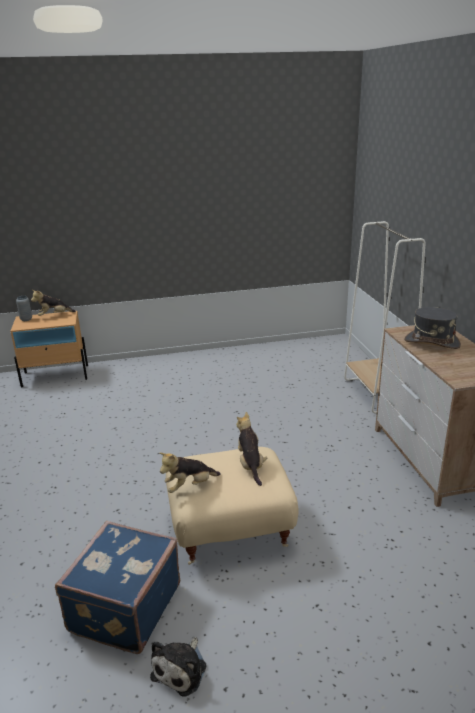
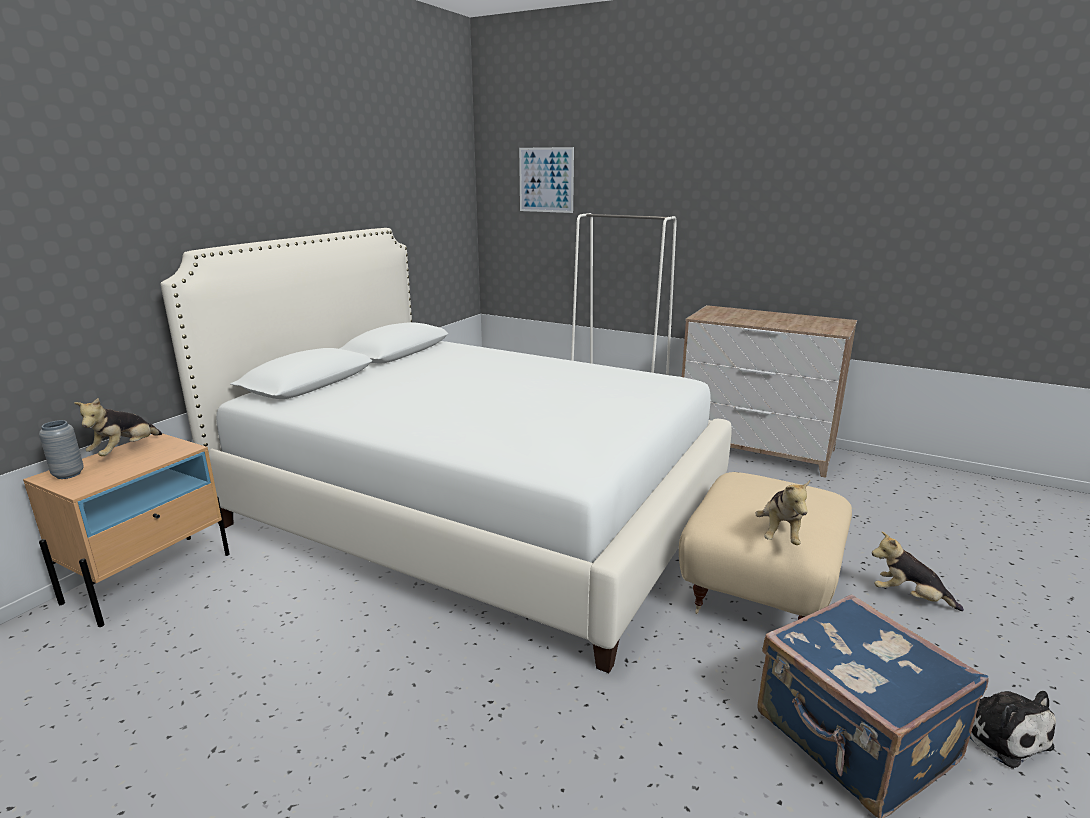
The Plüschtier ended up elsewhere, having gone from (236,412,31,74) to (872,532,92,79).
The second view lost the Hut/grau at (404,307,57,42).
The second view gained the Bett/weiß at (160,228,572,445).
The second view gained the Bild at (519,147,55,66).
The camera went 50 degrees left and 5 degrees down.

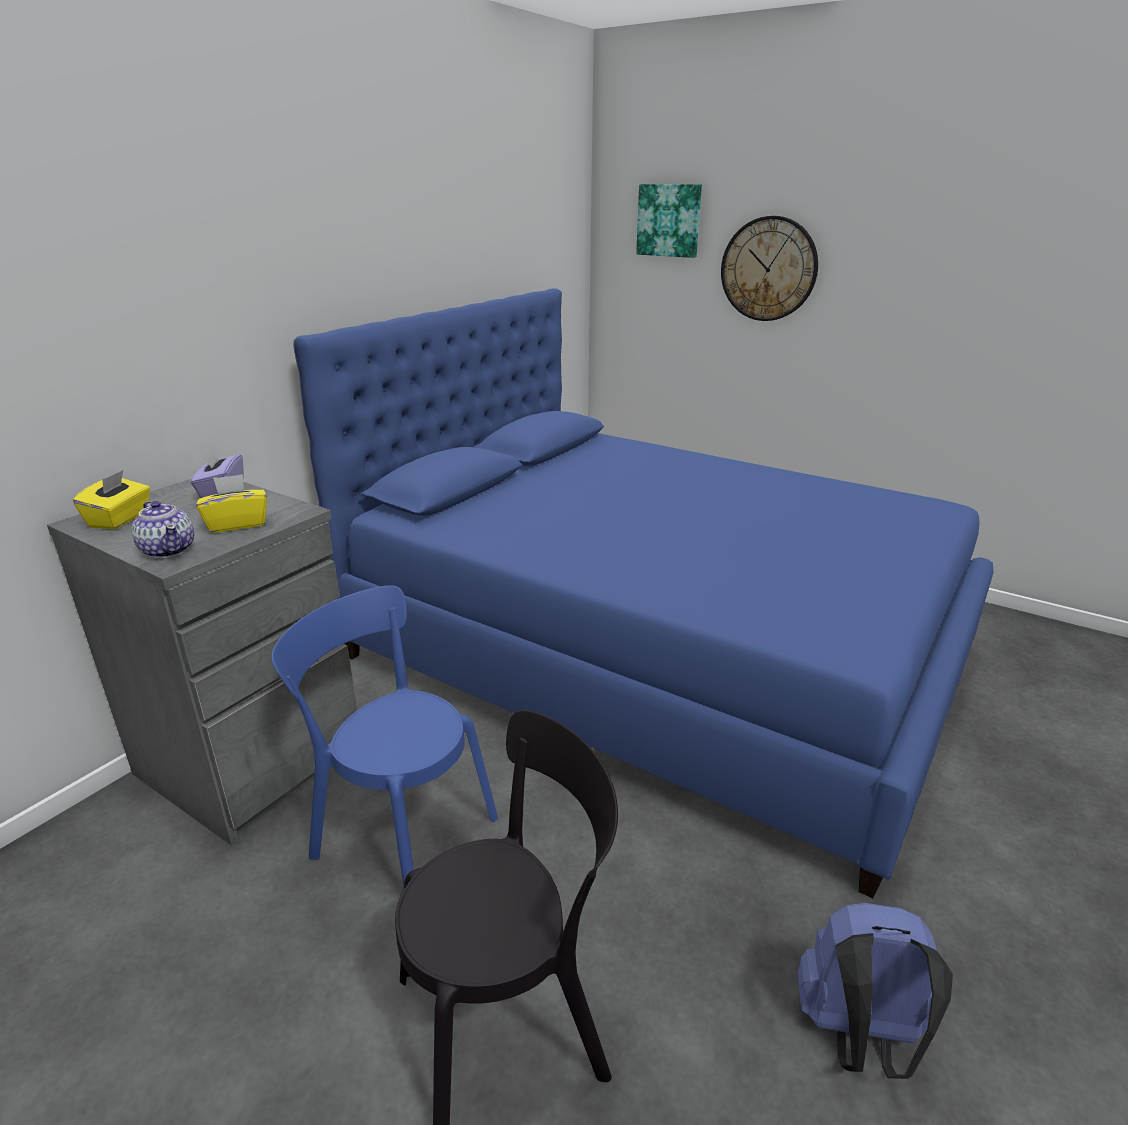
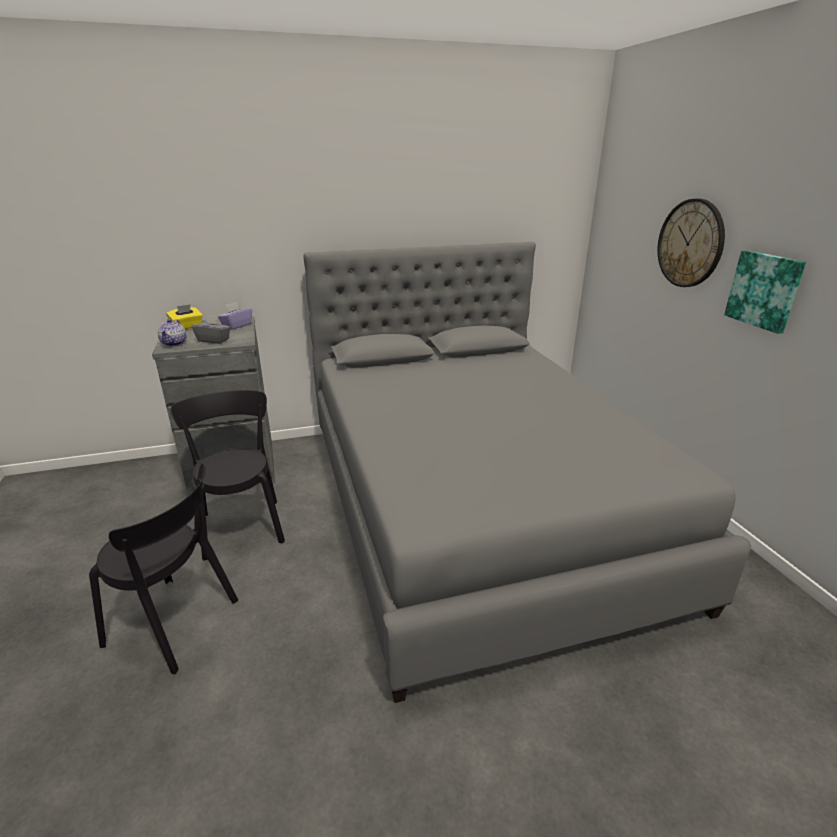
What was the Taschentuchbox/gelb at (196,474,71,59) turned into the Taschentuchbox/grau at (192,315,39,29).
What was the Stuhl/blau at (271,585,227,302) turned into the Stuhl/schwarz at (171,390,114,170).
What was the Bett/blau at (293,288,700,610) turned into the Bett/grau at (304,242,448,461).
The Bild ended up elsewhere, having gone from (636,184,66,74) to (724,250,82,84).
The second view lost the Rucksack/blau at (797,903,156,176).
The camera went 40 degrees right and 0 degrees up.

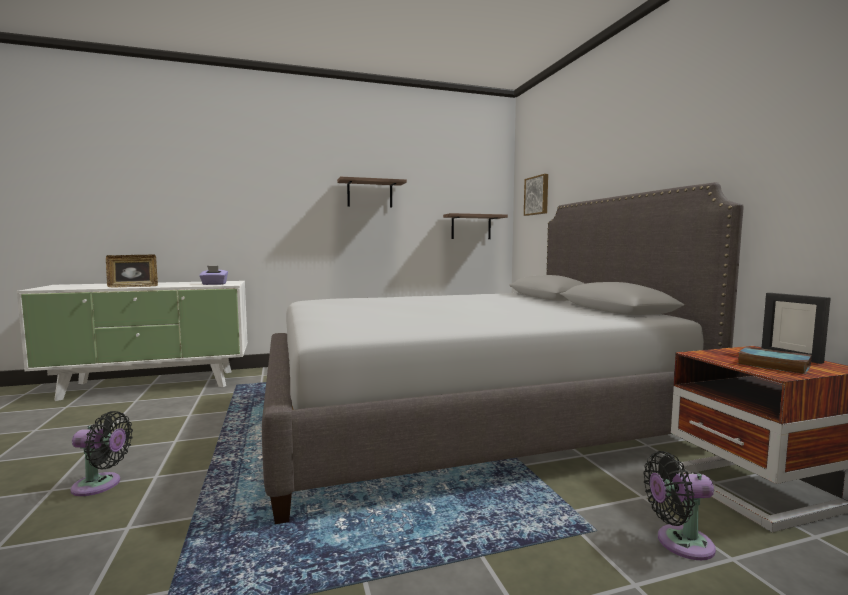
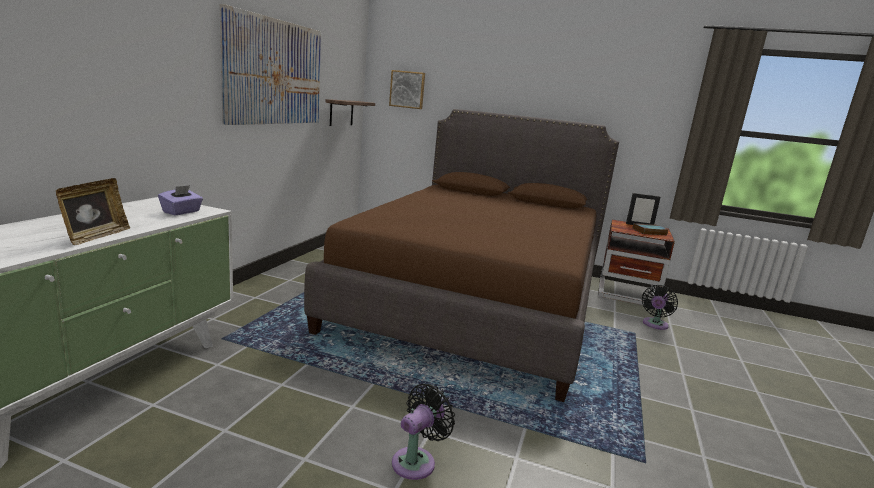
What was the Bett/grau at (262,182,482,342) turned into the Bett/braun at (304,109,315,293).
Where the Wandregal hung at (337,177,70,31), the Bild came to hang at (220,4,101,121).
The camera went 55 degrees left and 10 degrees up.

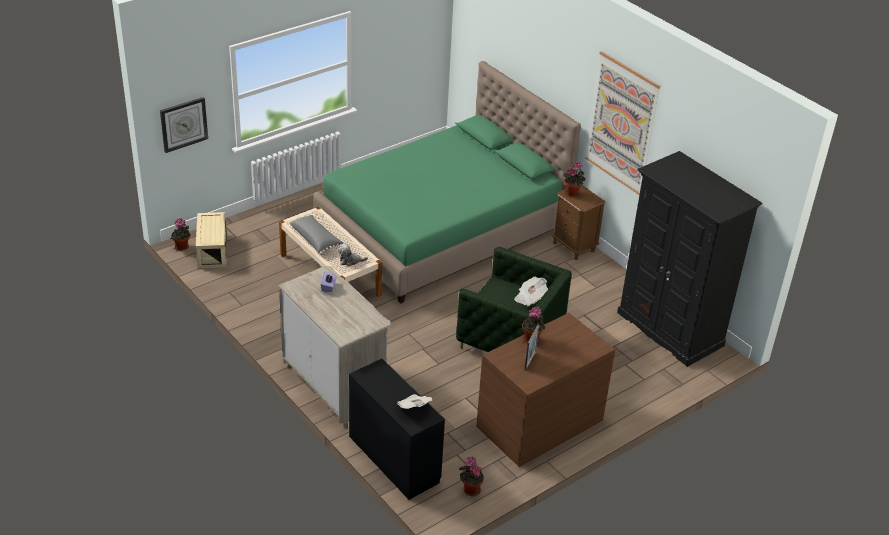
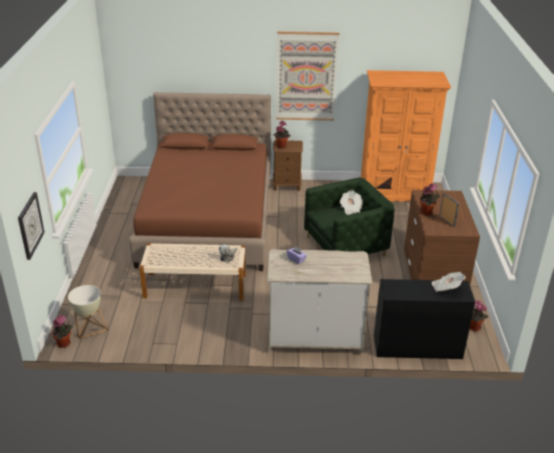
Where the Aufbewahrungsbox/beige stood at (196,212,31,56), the Pflanzkübel came to stand at (68,285,40,54).
The second view lost the Kissen/grau at (289,215,54,39).
What was the Bett/grün at (313,61,268,242) turned into the Bett/braun at (129,92,142,179).
What was the Kleiderschrank/schwarz at (617,151,146,216) turned into the Kleiderschrank/orange at (361,70,90,132).
The camera went 50 degrees left and 5 degrees down.

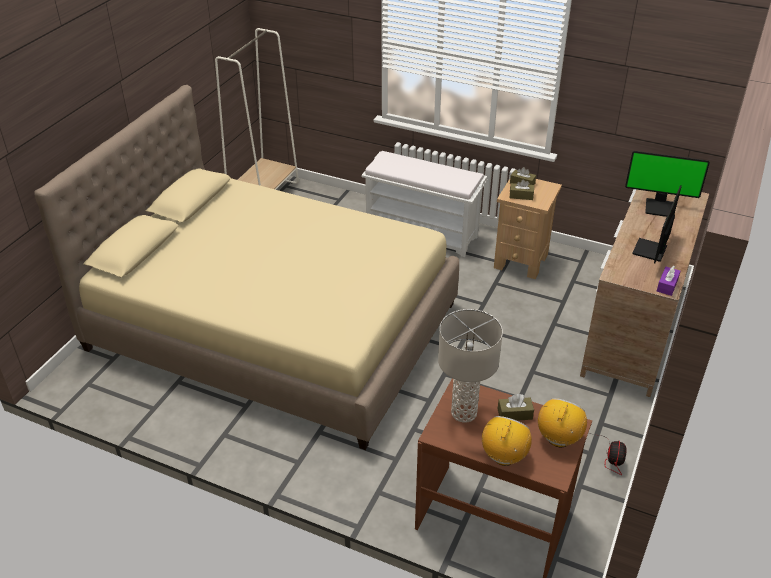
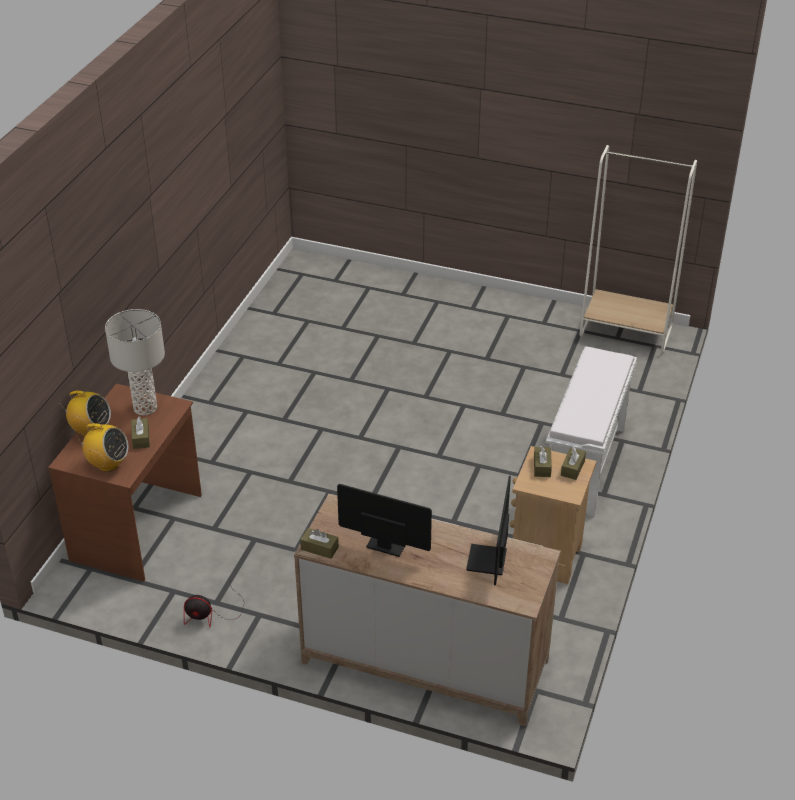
The second view lost the Bett/beige at (34,85,425,365).
What was the Taschentuchbox/lila at (657,266,23,30) turned into the Taschentuchbox/braun at (300,528,39,31).
The camera went 85 degrees right and 0 degrees up.

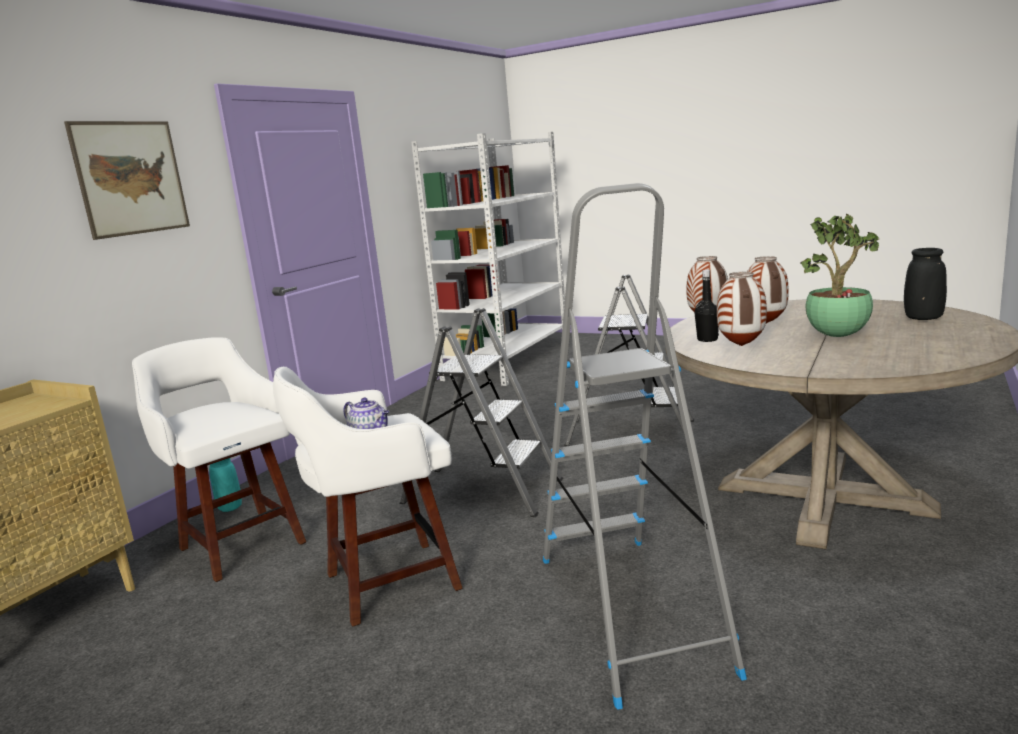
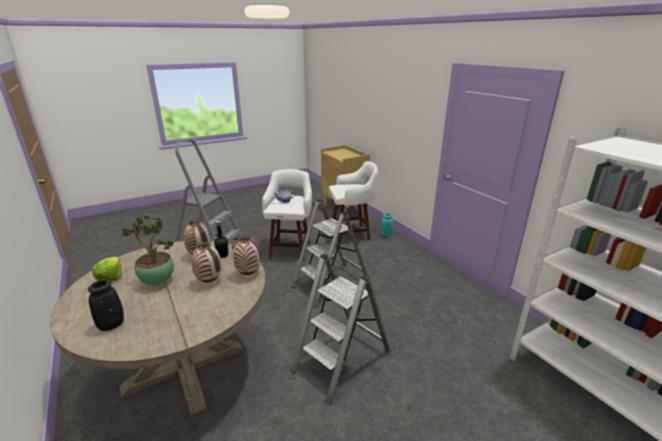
The second view lost the Bild at (64,121,126,119).
The second view gained the Salatkopf at (92,257,30,24).
The camera went 120 degrees right and 10 degrees up.

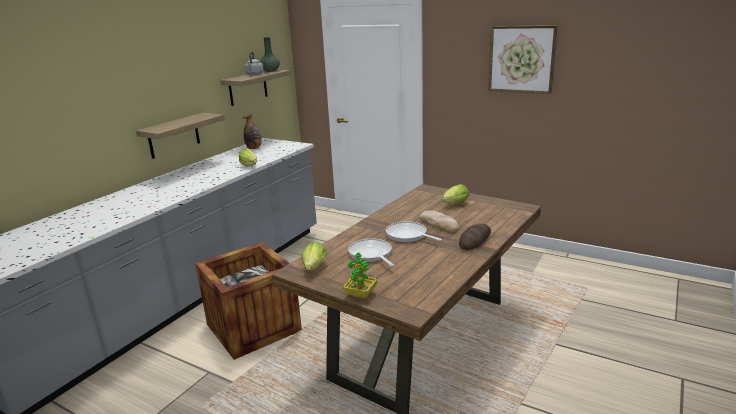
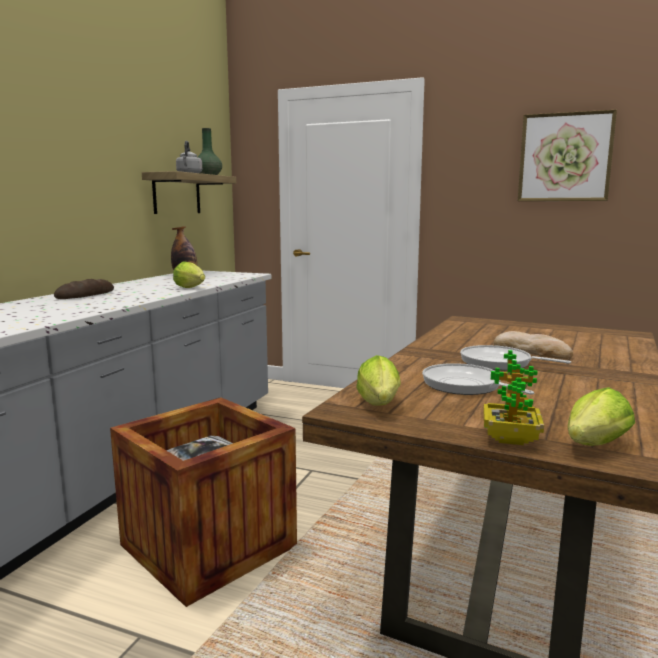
The second view lost the Wandregal at (136,113,89,46).
The Salatkopf ended up elsewhere, having gone from (441,184,28,20) to (568,387,67,59).
The Brot ended up elsewhere, having gone from (459,224,32,26) to (54,279,60,20).
The camera went 10 degrees left and 10 degrees down.

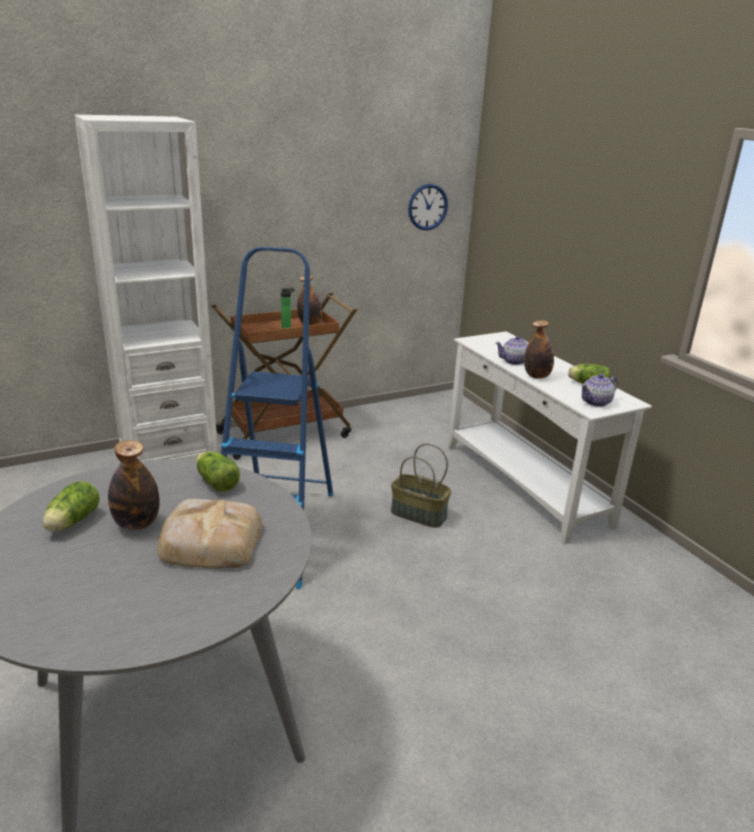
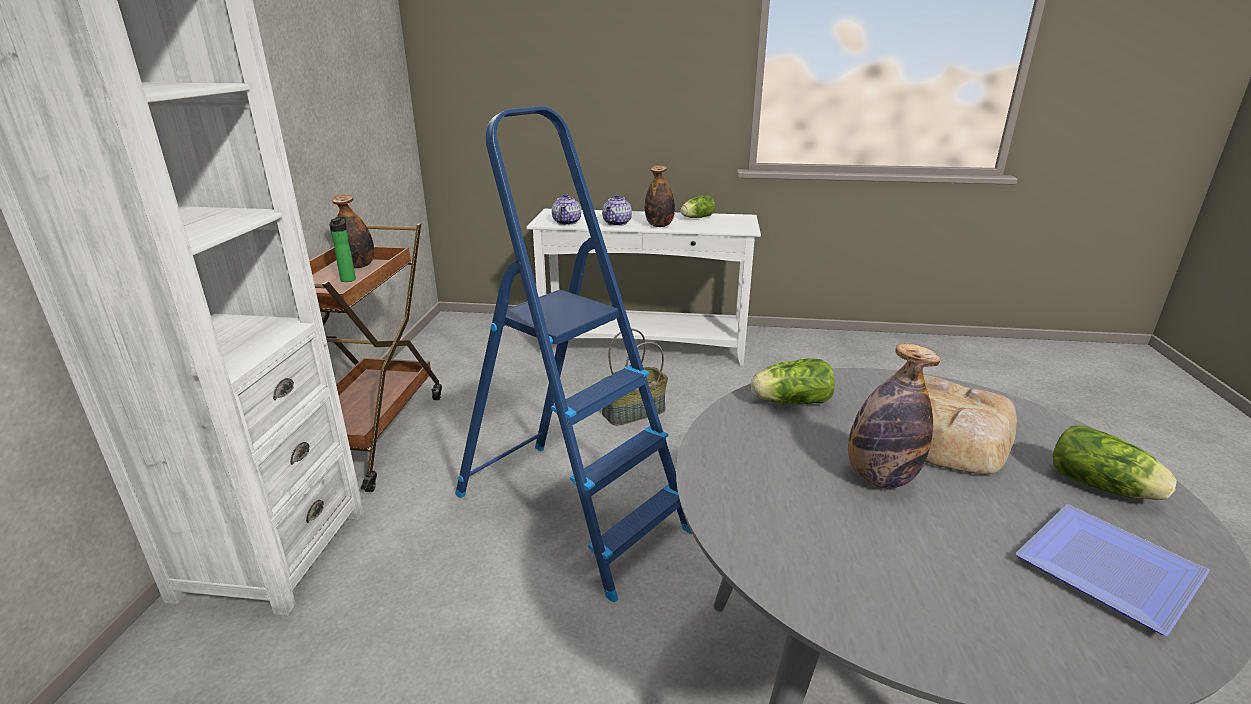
The Salatkopf ended up elsewhere, having gone from (43,481,57,51) to (1053,425,124,75).
The second view lost the Wanduhr at (408,184,40,47).
The Teekanne ended up elsewhere, having gone from (581,374,37,33) to (552,194,29,31).
The second view gained the Teller at (1015,504,195,132).
The camera went 55 degrees left and 0 degrees up.

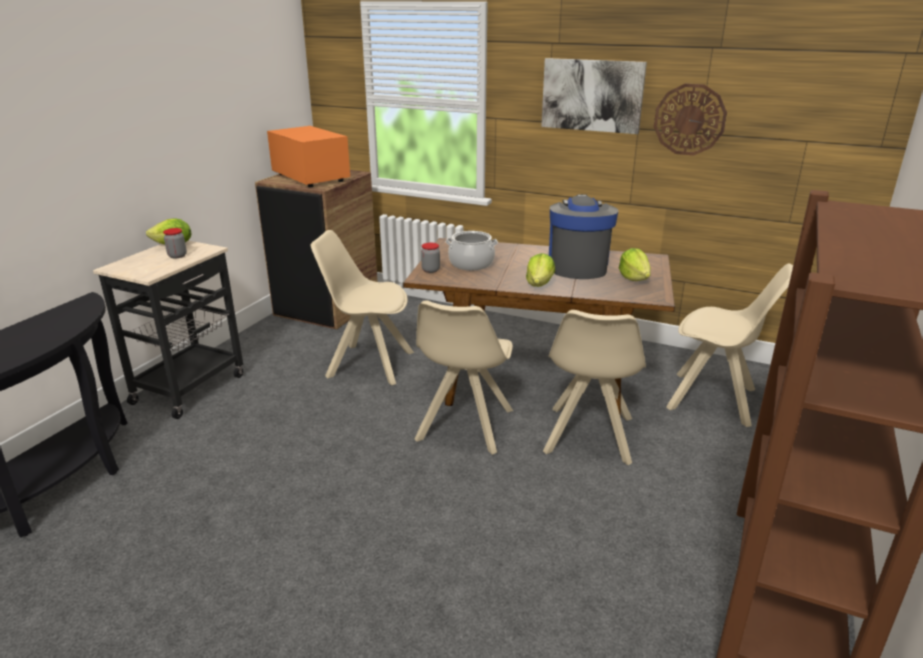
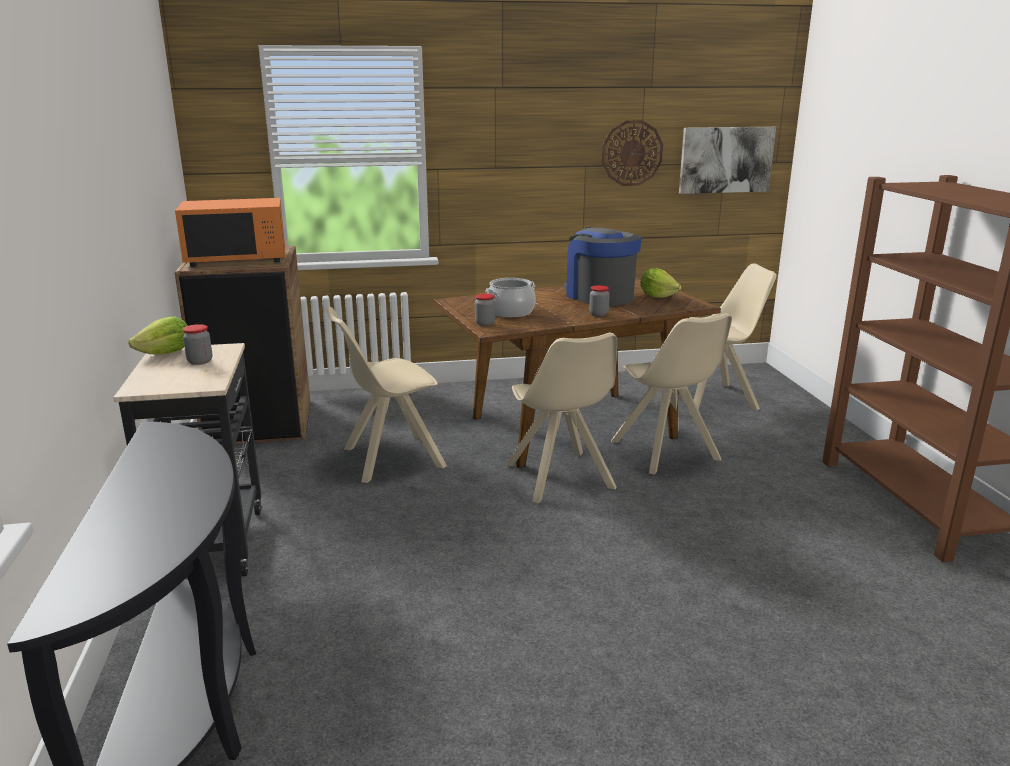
The Mikrowelle/orange at (267,126,83,61) ended up facing another way, 150 degrees clockwise from before.
Where the Salatkopf stood at (526,253,29,34), the Vorratsglas came to stand at (589,285,21,32).
The Bild ended up elsewhere, having gone from (541,58,106,76) to (679,127,97,67).
The camera went 35 degrees left and 5 degrees down.

